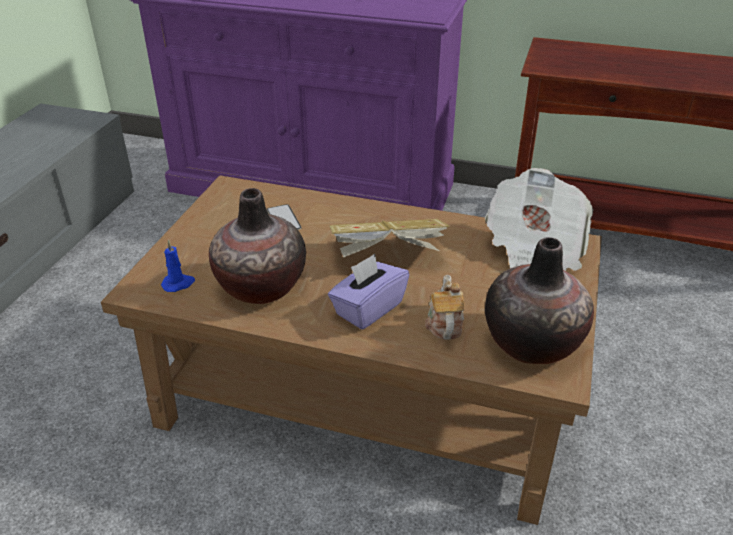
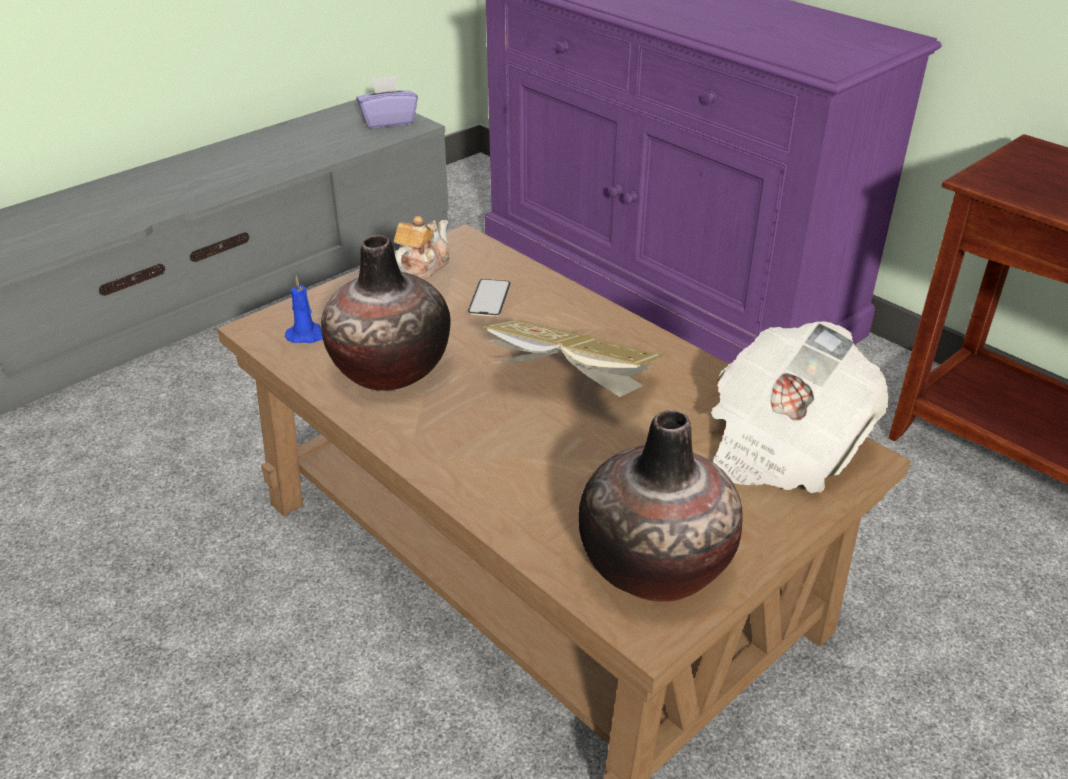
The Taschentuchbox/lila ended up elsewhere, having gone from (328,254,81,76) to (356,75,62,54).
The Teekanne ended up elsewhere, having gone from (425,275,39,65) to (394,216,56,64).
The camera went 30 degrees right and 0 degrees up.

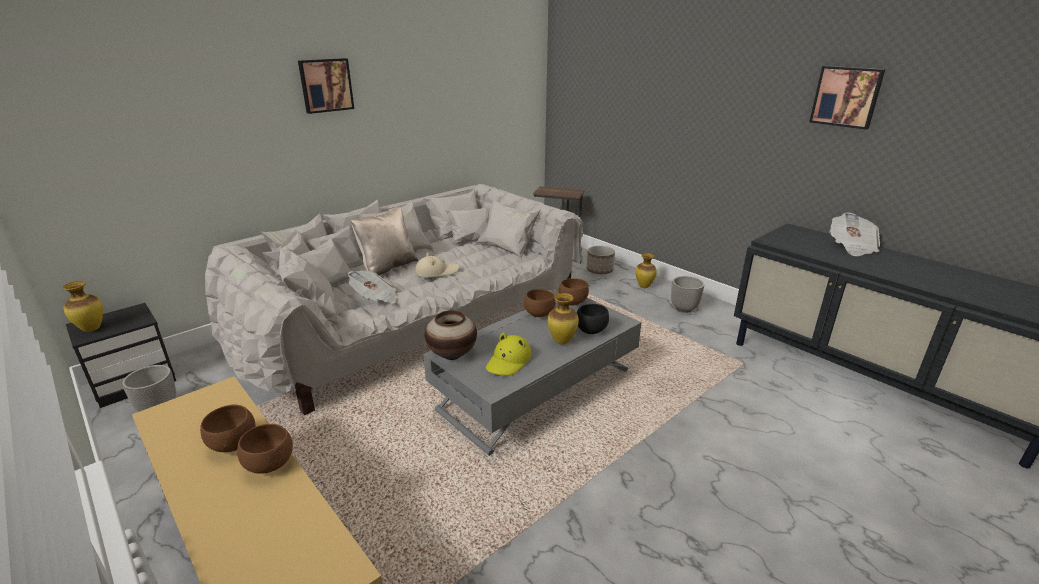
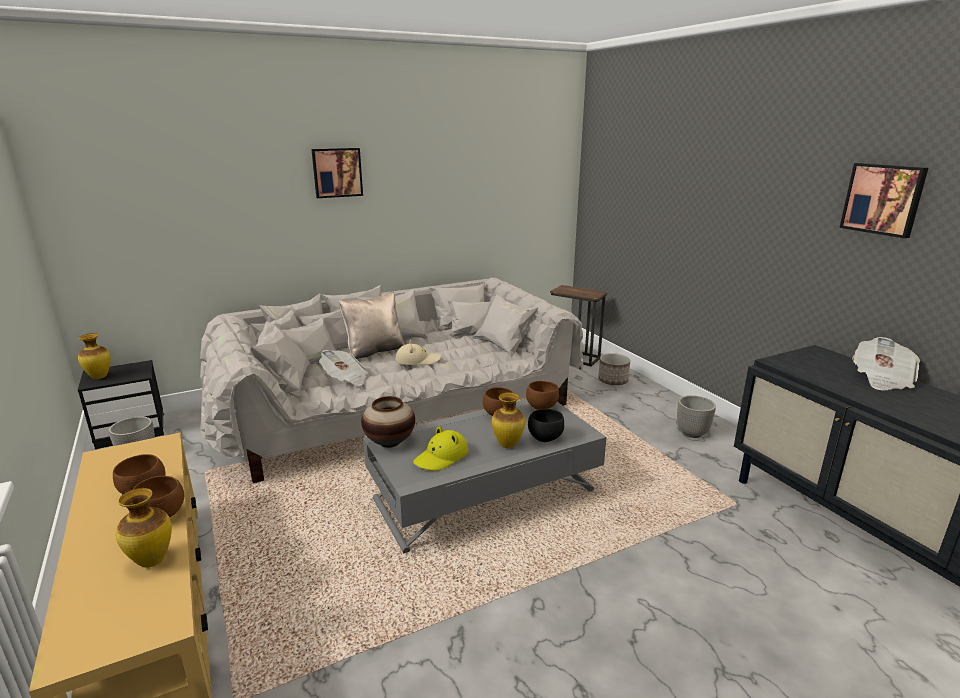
The Vase ended up elsewhere, having gone from (635,253,22,35) to (116,488,56,79).
The camera went 15 degrees right and 5 degrees down.

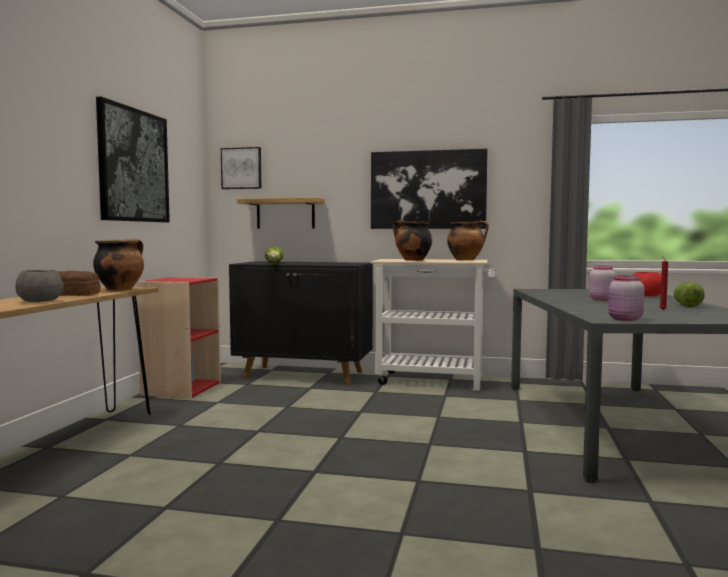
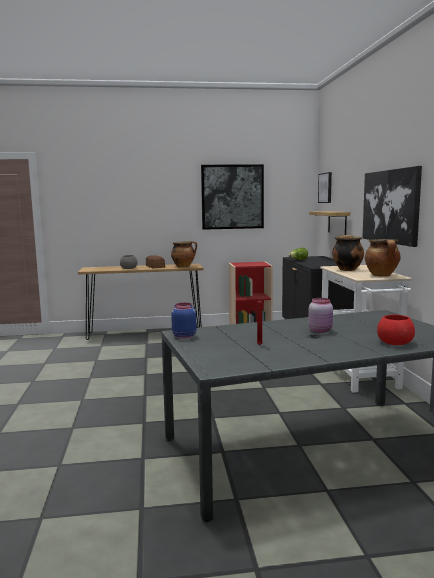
What was the Vorratsglas/rosa at (608,275,36,46) turned into the Vorratsglas/blau at (171,303,25,36).
The second view lost the Salatkopf at (674,282,31,25).
The camera went 70 degrees right and 5 degrees up.

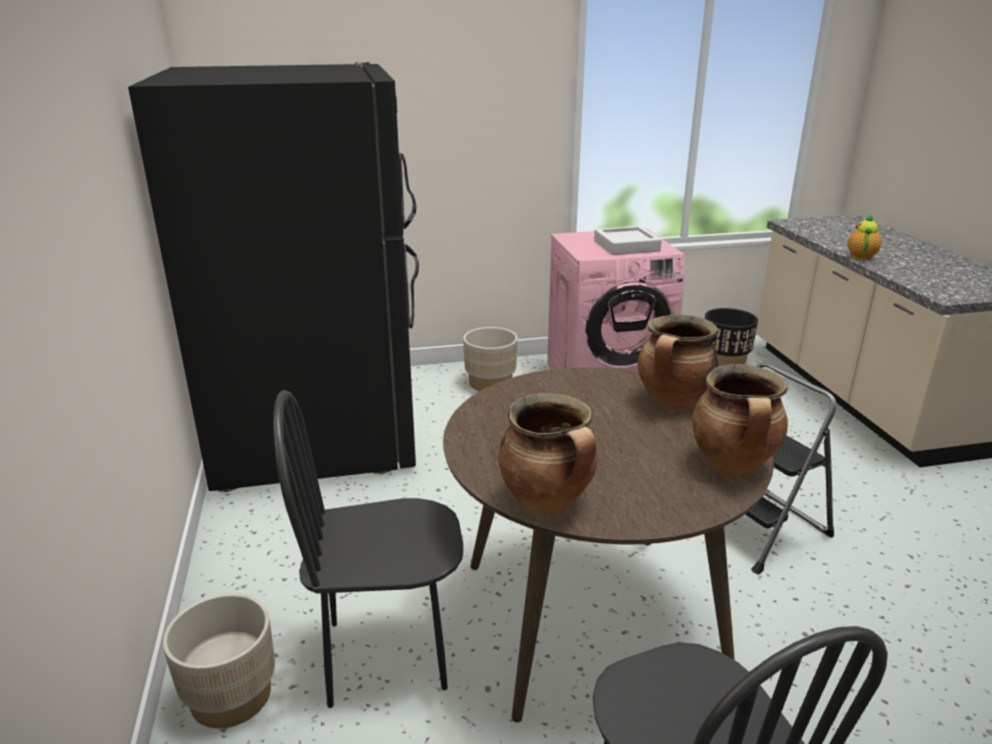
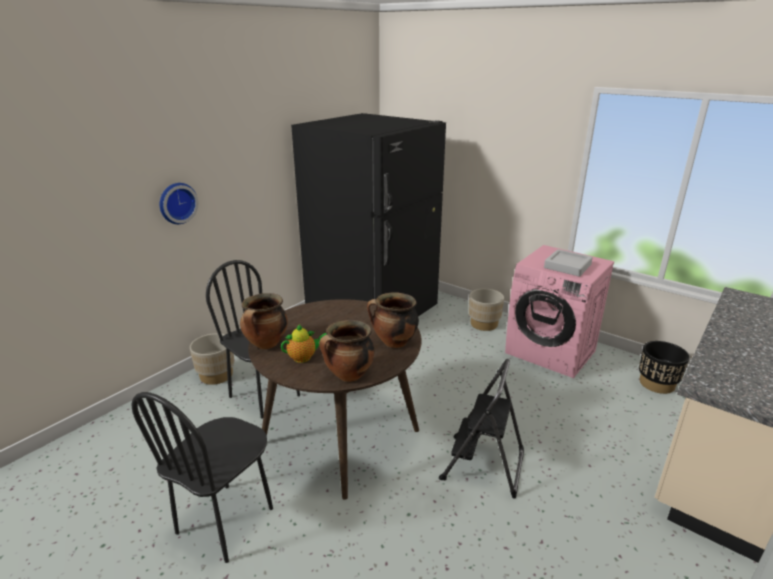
The Teekanne ended up elsewhere, having gone from (848,214,34,46) to (281,324,46,39).
The second view gained the Wanduhr at (160,183,38,41).
The camera went 50 degrees right and 0 degrees up.

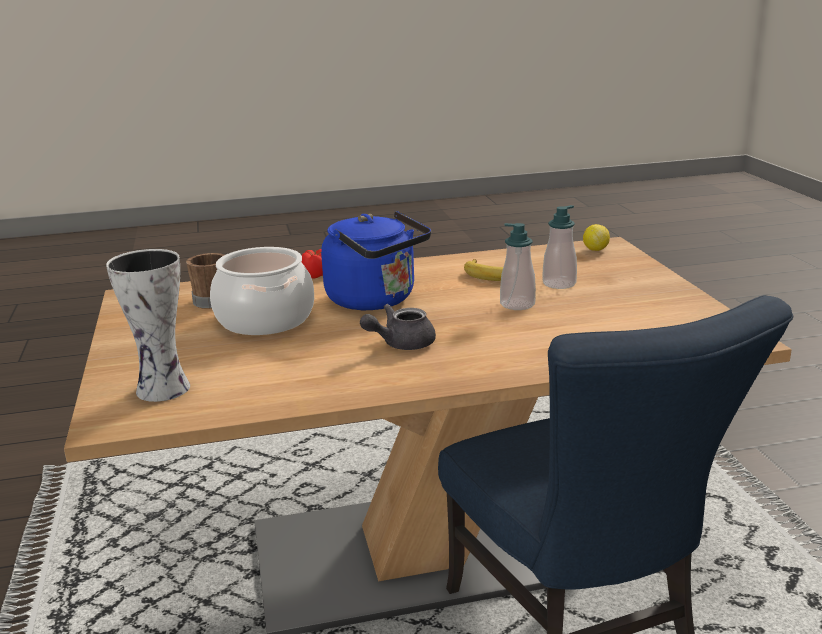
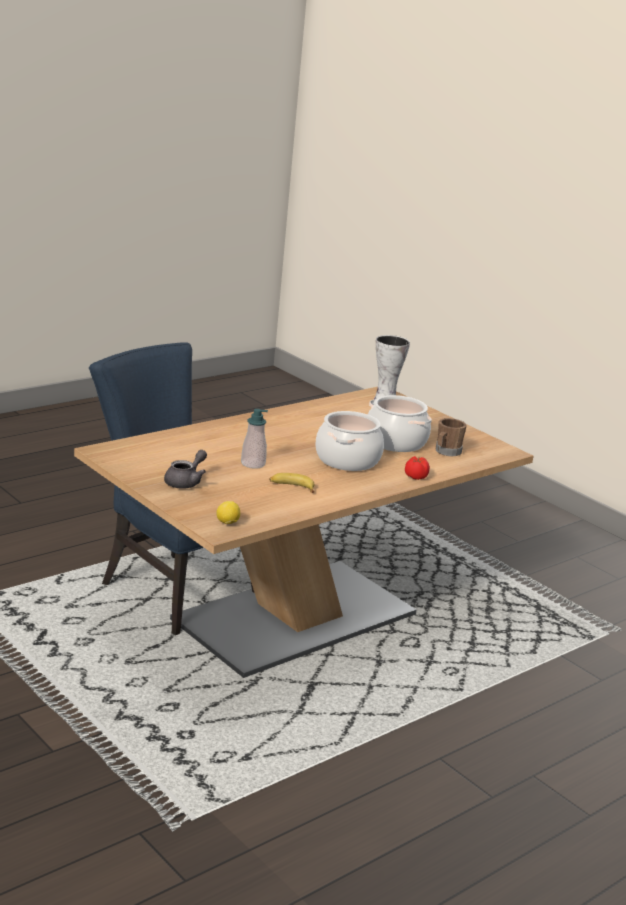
Where the Wasserkessel/blau stood at (321,211,110,99), the Kochtopf came to stand at (316,411,68,60).
The Teekanne/grau ended up elsewhere, having gone from (360,304,76,46) to (164,450,43,39).
The second view lost the Seifenspender at (542,205,35,84).
The camera went 150 degrees right and 0 degrees up.

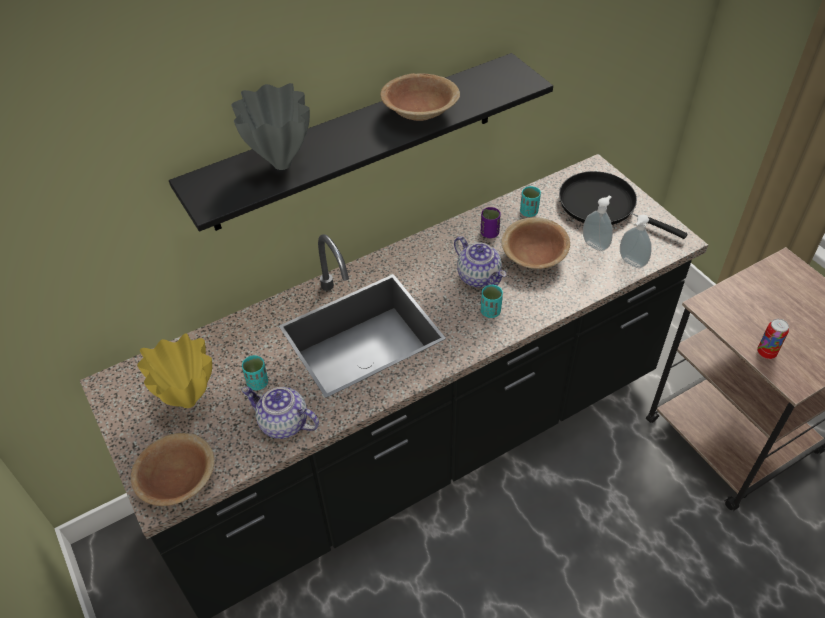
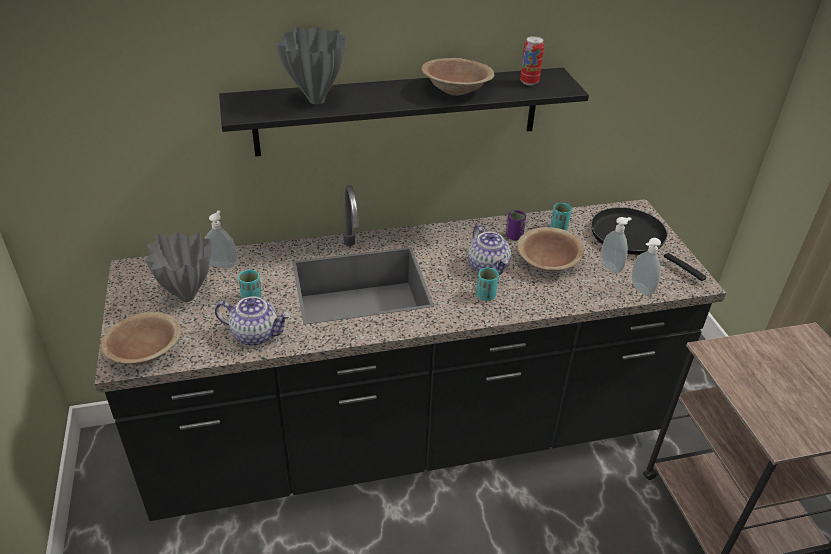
What was the Vase/gelb at (137,334,75,74) turned into the Vase/grau at (145,232,67,70).
The Teekanne at (242,387,77,52) ended up facing another way, 150 degrees clockwise from before.
The Dose ended up elsewhere, having gone from (757,318,32,41) to (520,36,24,49).
The second view gained the Seifenspender at (205,211,33,57).
The camera went 15 degrees right and 10 degrees down.

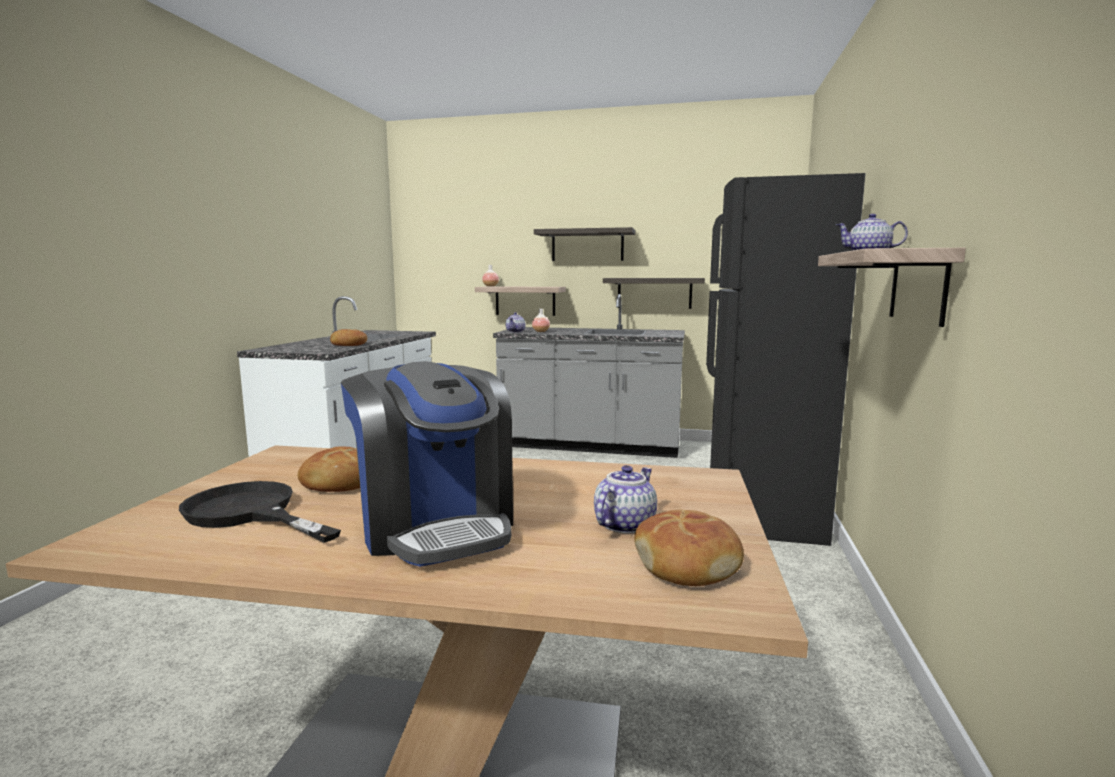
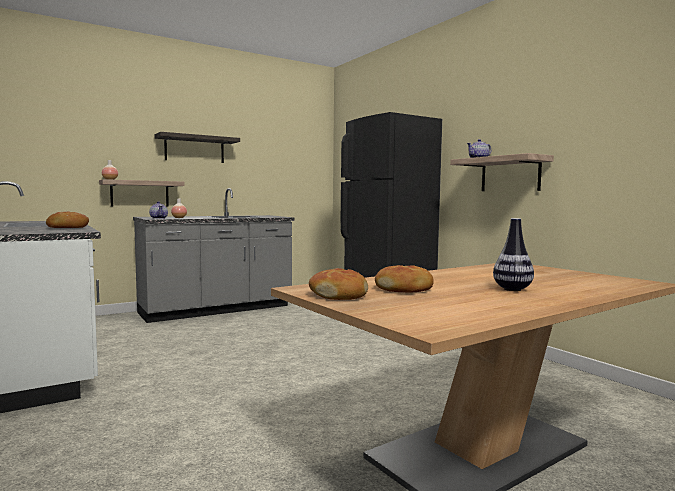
The second view lost the Pfanne/schwarz at (179,481,162,62).
Where the Kaffeemaschine stood at (341,361,172,206), the Vase came to stand at (493,218,41,73).
The second view lost the Teekanne at (594,465,63,68).
The second view lost the Wandregal at (603,278,102,31).
The Brot ended up elsewhere, having gone from (634,510,110,76) to (309,268,59,32).
The camera went 45 degrees left and 5 degrees down.

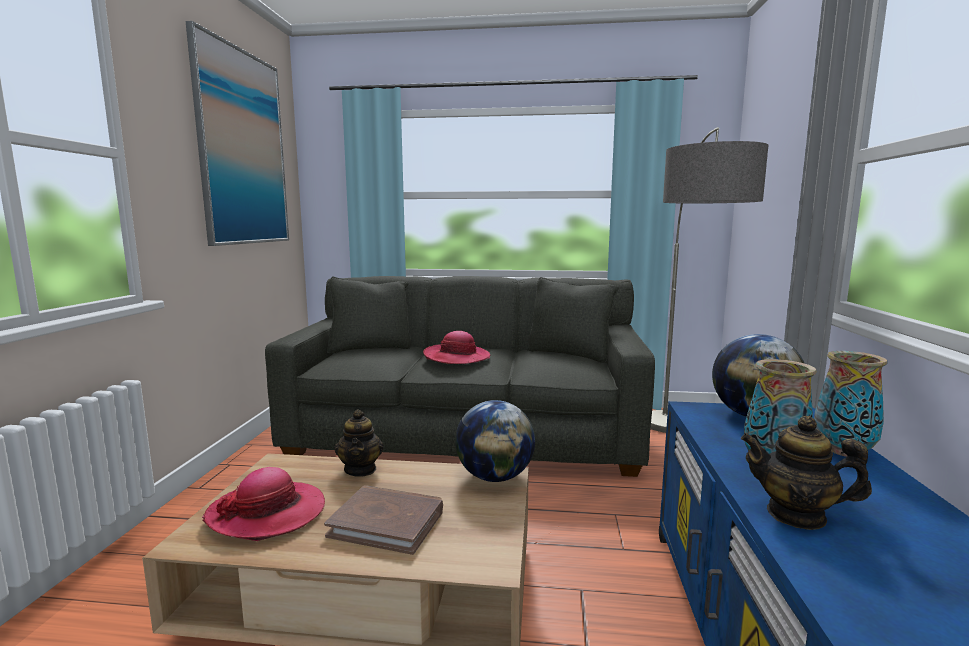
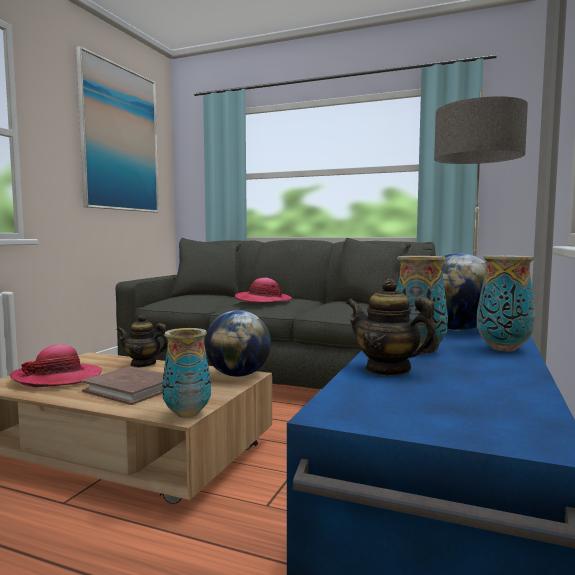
The Teekanne at (334,409,50,68) ended up facing another way, 90 degrees clockwise from before.
The second view gained the Vase at (162,328,49,90).
The camera went 15 degrees right and 5 degrees down.

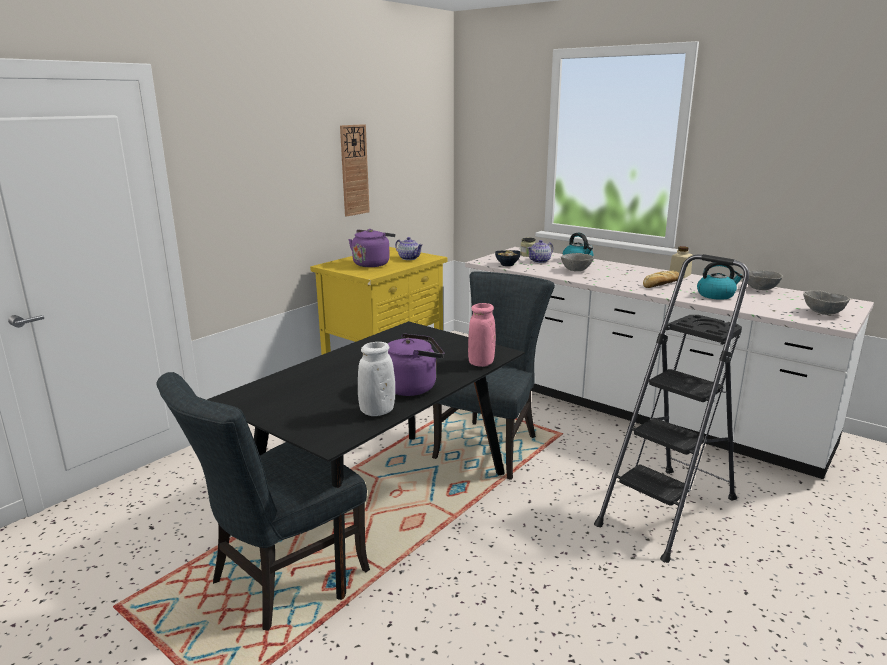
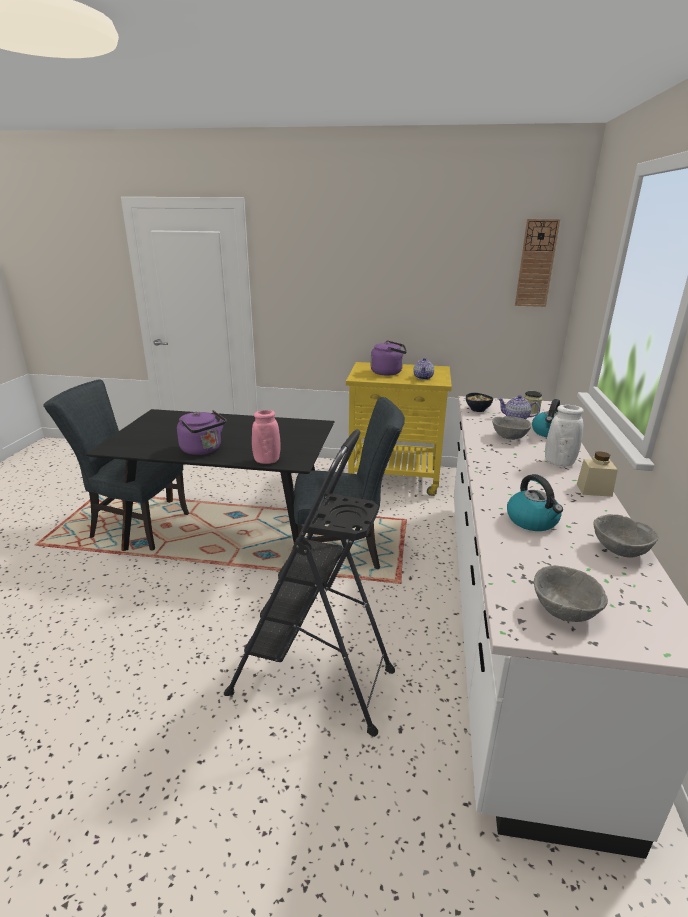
The Wanduhr ended up elsewhere, having gone from (340,124,30,92) to (515,219,45,88).
The Vase/weiß ended up elsewhere, having gone from (358,342,37,74) to (545,405,39,61).
The second view lost the Brot at (643,271,37,17).
The camera went 60 degrees right and 5 degrees up.

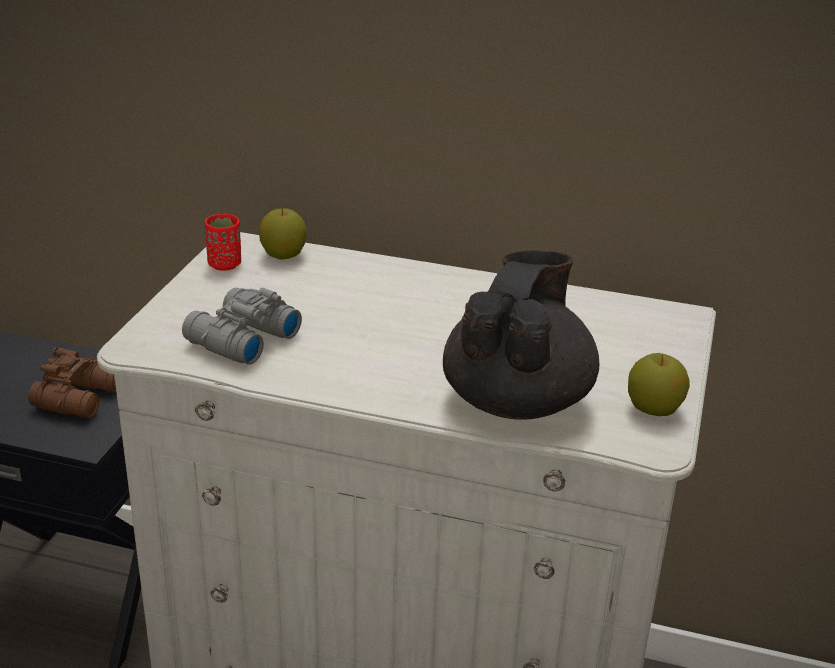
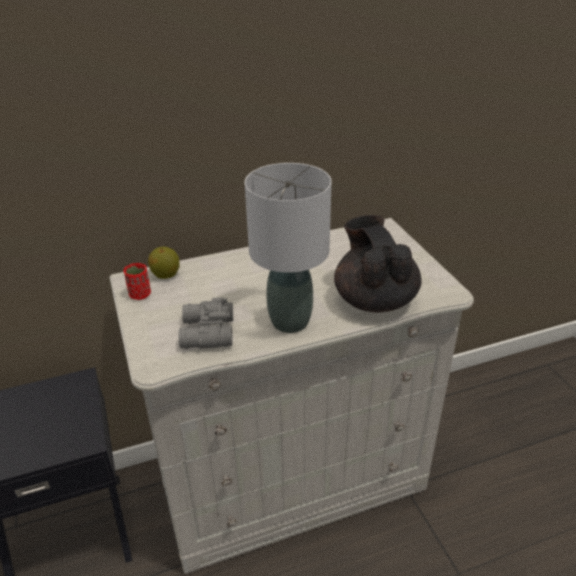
The second view lost the Fernglas/braun at (28,347,88,71).
The second view lost the Apfel at (628,353,62,63).
The second view gained the Tischlampe/grau at (245,163,87,170).
The camera went 35 degrees left and 5 degrees up.

